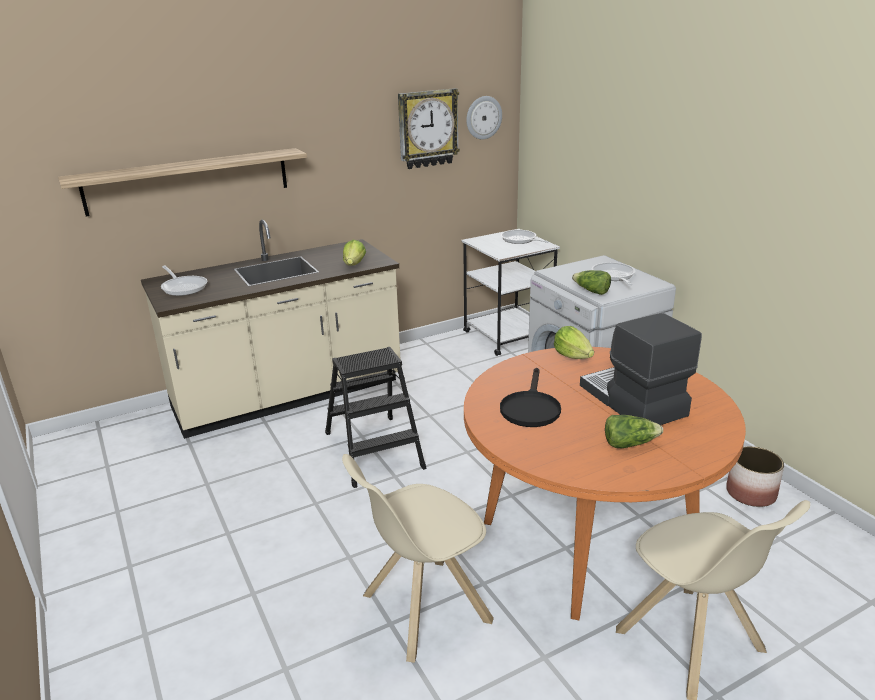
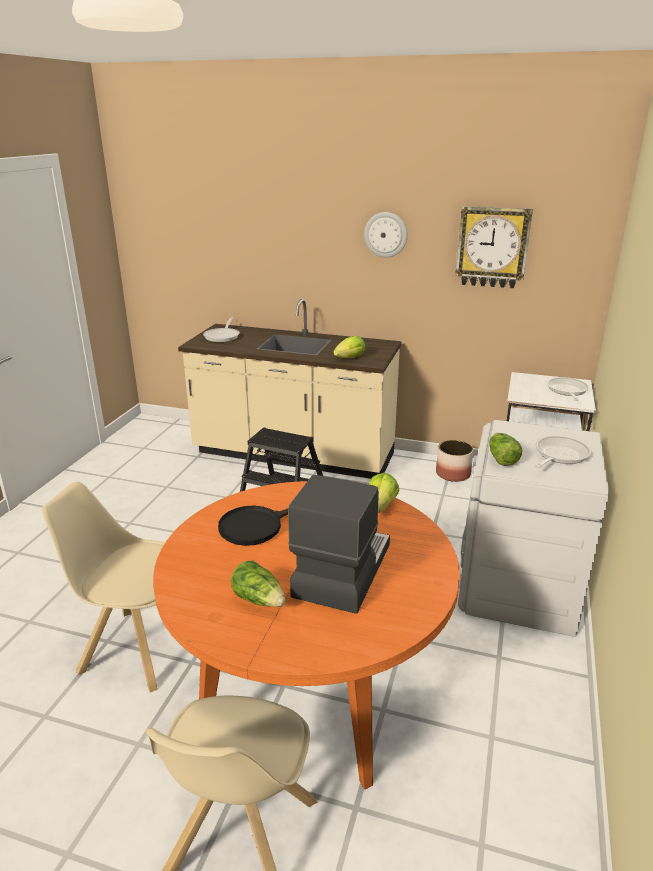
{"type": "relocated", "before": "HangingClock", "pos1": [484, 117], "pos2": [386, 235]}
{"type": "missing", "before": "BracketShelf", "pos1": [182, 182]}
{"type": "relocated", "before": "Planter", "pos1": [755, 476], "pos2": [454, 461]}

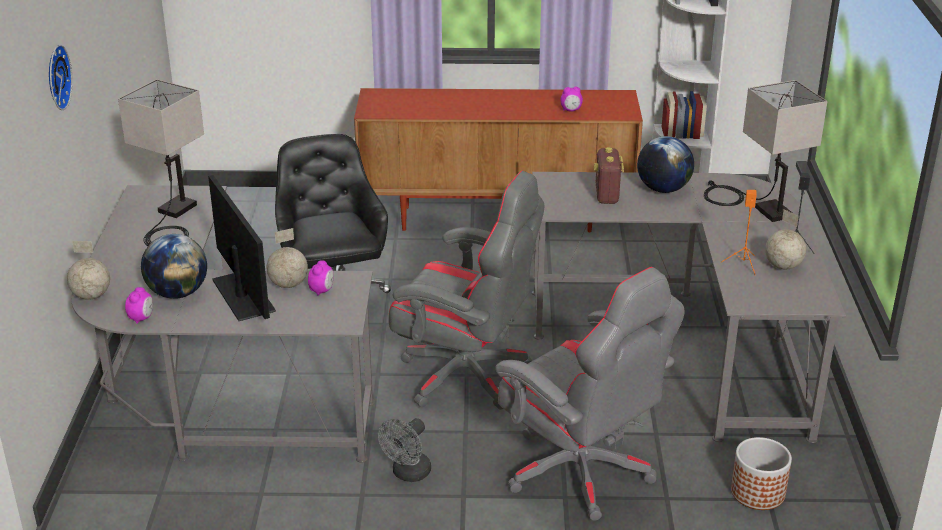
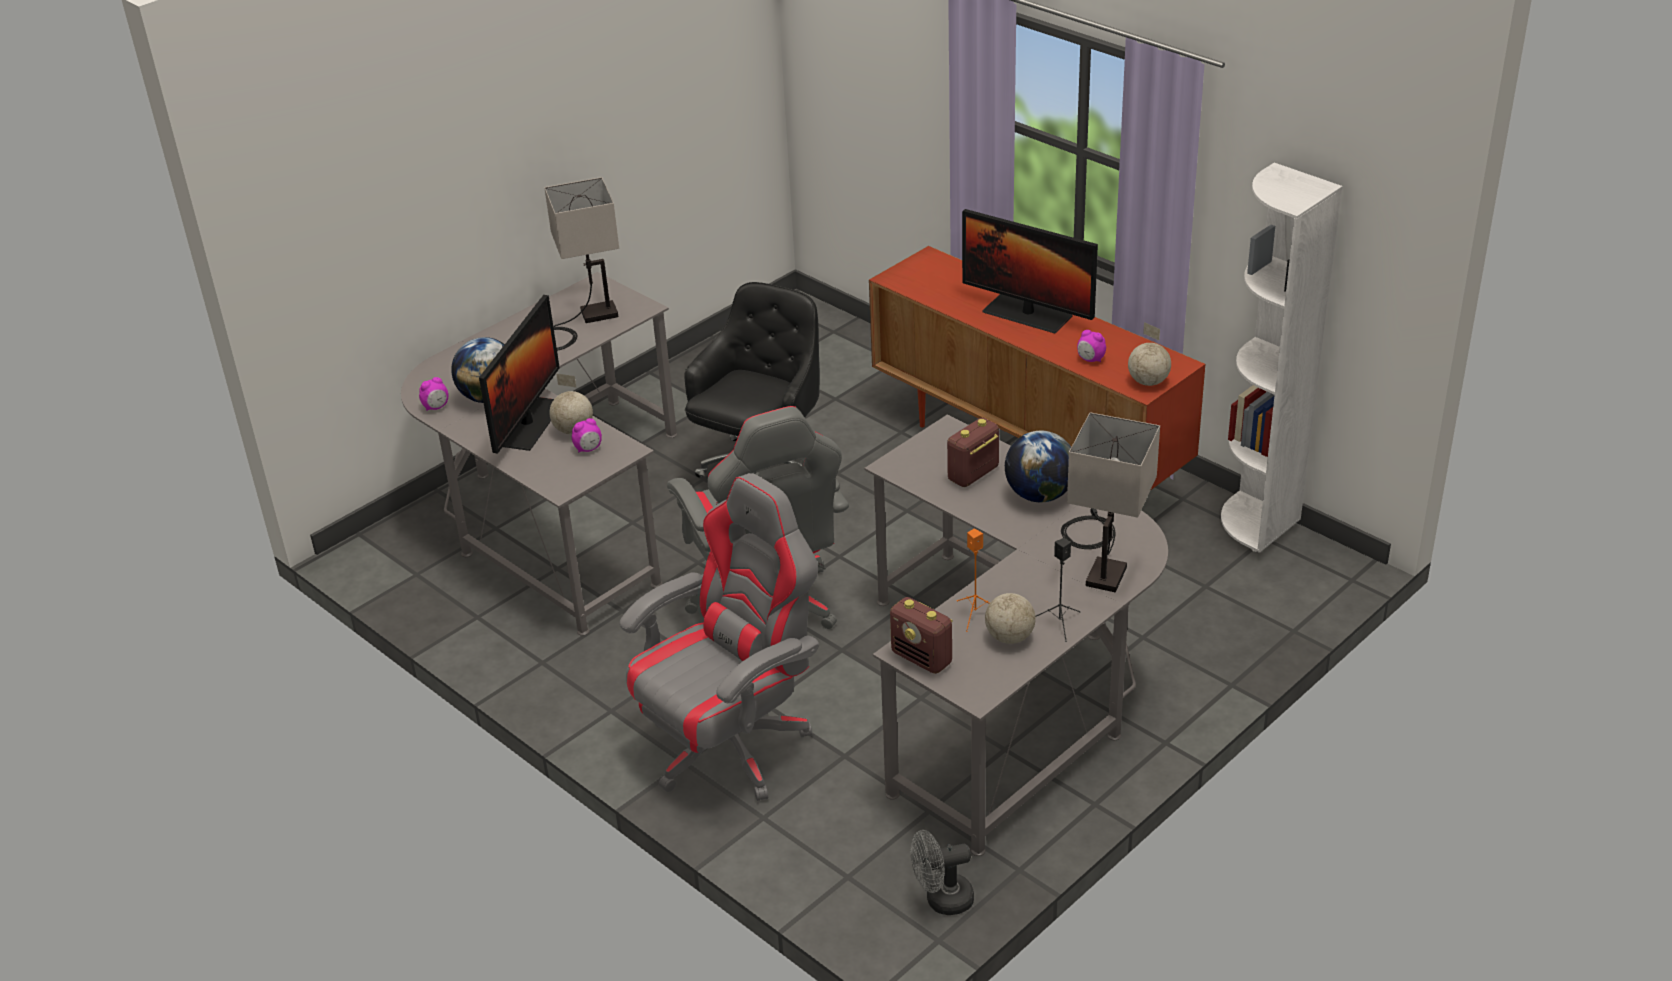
{"type": "missing", "before": "HangingClock", "pos1": [61, 77]}
{"type": "relocated", "before": "Globe", "pos1": [88, 270], "pos2": [1149, 354]}
{"type": "spun", "before": "GreyDeskChair", "pos1": [590, 394], "pos2": [719, 637], "turn": -135}
{"type": "relocated", "before": "GreyFan", "pos1": [404, 450], "pos2": [942, 872]}
{"type": "missing", "before": "Planter", "pos1": [761, 473]}
{"type": "appeared", "after": "Monitor", "pos2": [1030, 271]}
{"type": "appeared", "after": "RadioReceiver", "pos2": [921, 635]}

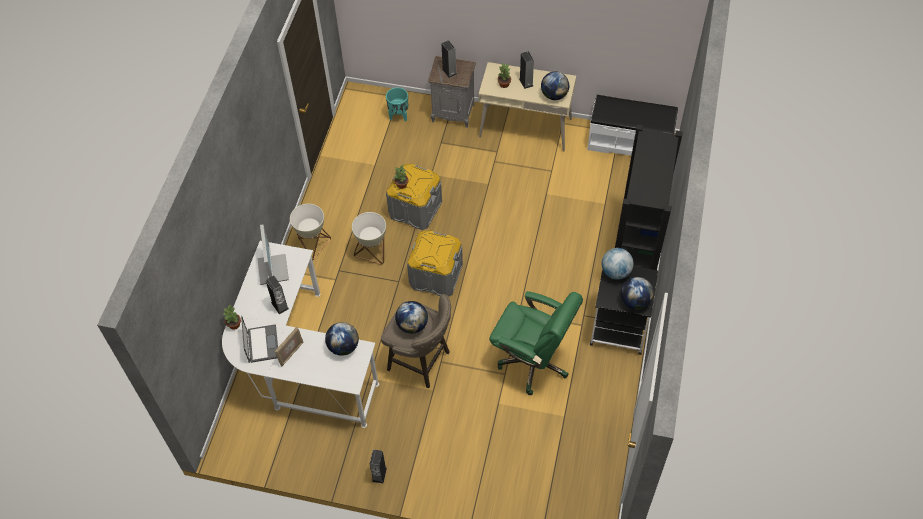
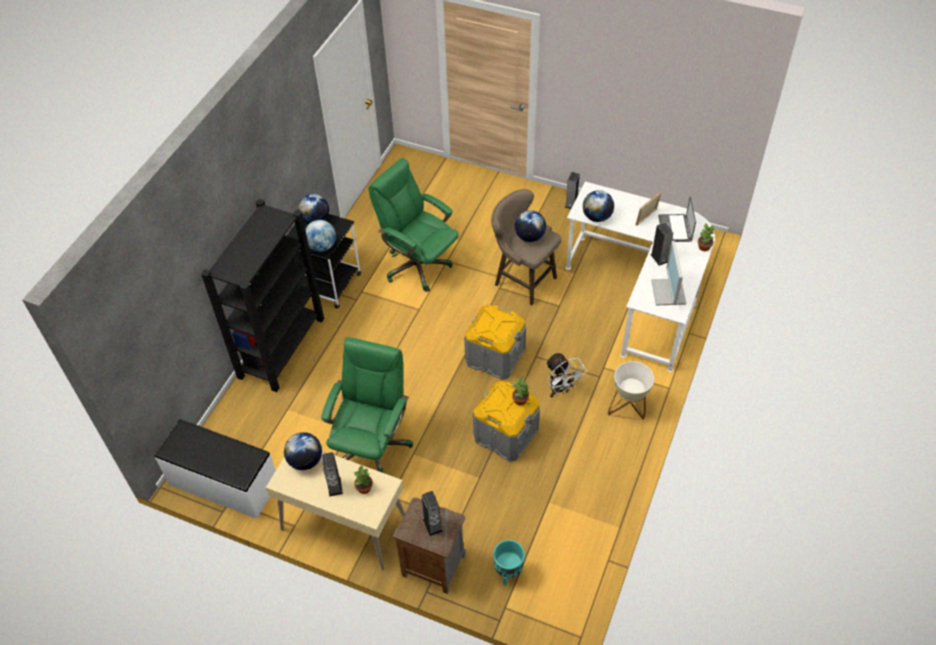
{"type": "exchanged", "before": "Planter", "after": "WhiteFan", "pos1": [369, 238], "pos2": [566, 375]}
{"type": "appeared", "after": "GreenDeskChair", "pos2": [367, 405]}

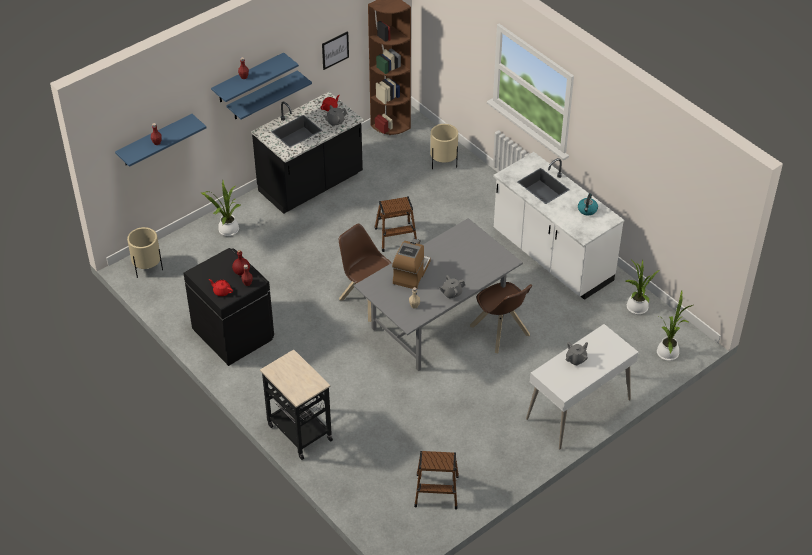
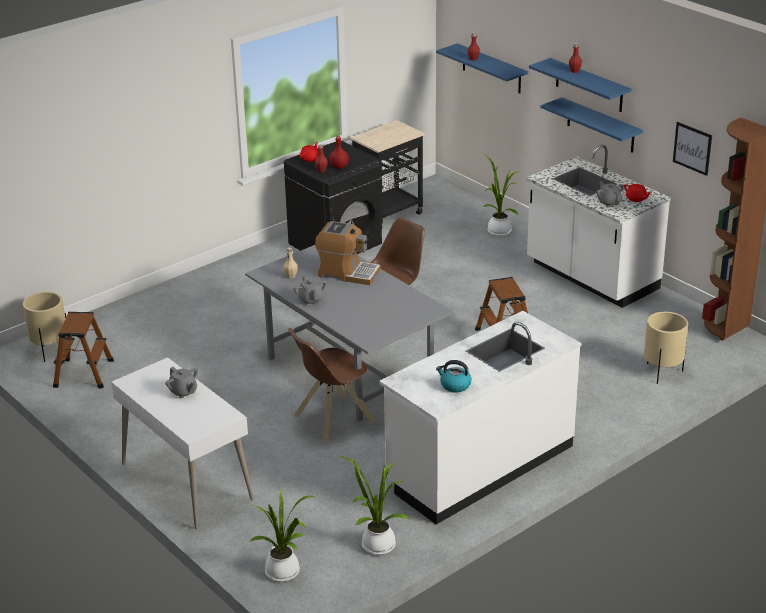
{"type": "colour", "before": "BlackKitchenCounter", "after": "WhiteKitchenCounter", "pos1": [307, 153], "pos2": [598, 226]}
{"type": "relocated", "before": "BeigeColouredPlanter", "pos1": [145, 252], "pos2": [44, 327]}
{"type": "relocated", "before": "WheeledCart", "pos1": [296, 404], "pos2": [387, 171]}

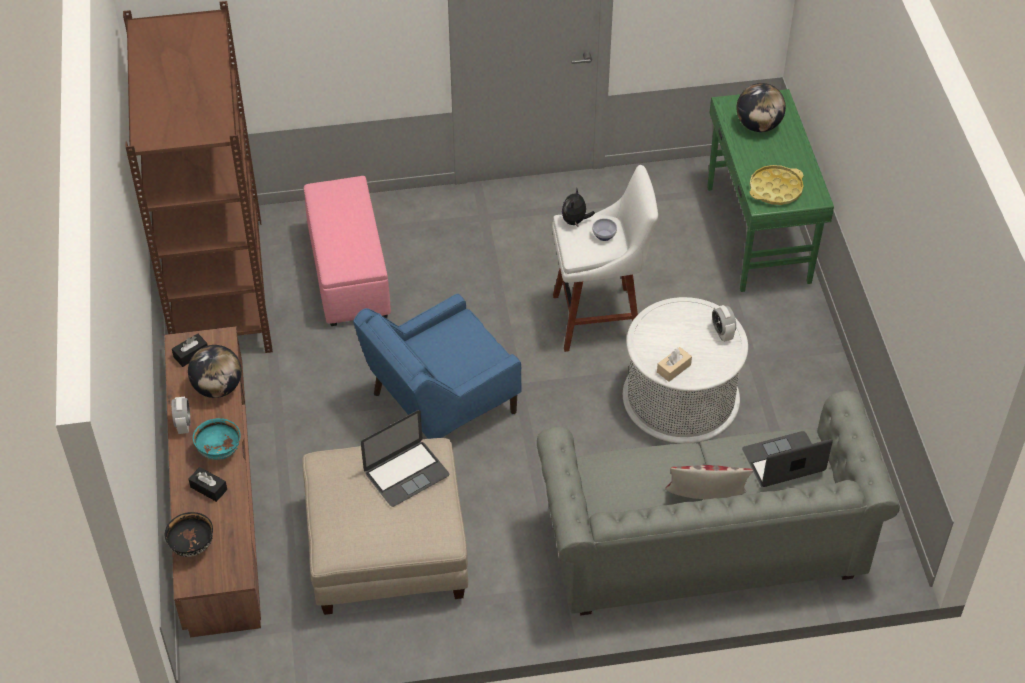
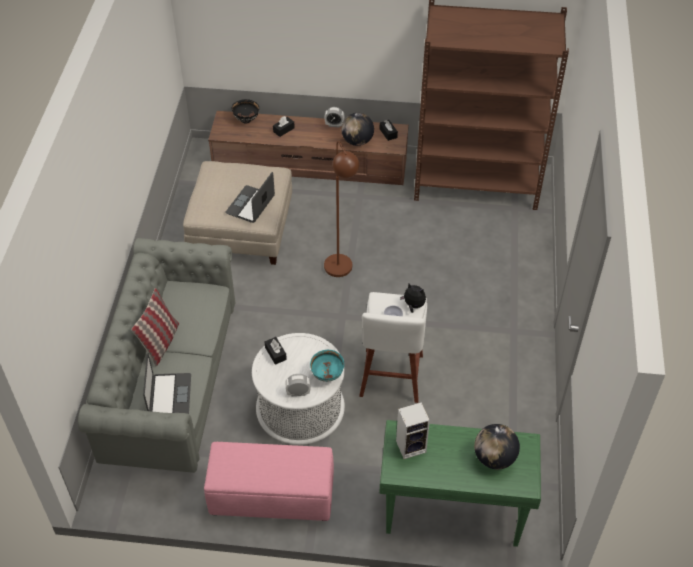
{"type": "exchanged", "before": "YellowServingTray", "after": "AudioSpeaker", "pos1": [777, 185], "pos2": [413, 430]}
{"type": "relocated", "before": "PinkOttoman", "pos1": [347, 251], "pos2": [269, 481]}
{"type": "exchanged", "before": "BlueColouredEasyChair", "after": "BrownFloorLamp", "pos1": [437, 366], "pos2": [341, 209]}
{"type": "colour", "before": "BeigeColouredTissueBox", "after": "BlackTissueBox", "pos1": [674, 364], "pos2": [276, 351]}
{"type": "spun", "before": "NotebookComputer", "pos1": [405, 458], "pos2": [250, 197], "turn": 45}
{"type": "relocated", "before": "TurquoiseServingBowl", "pos1": [216, 439], "pos2": [327, 366]}

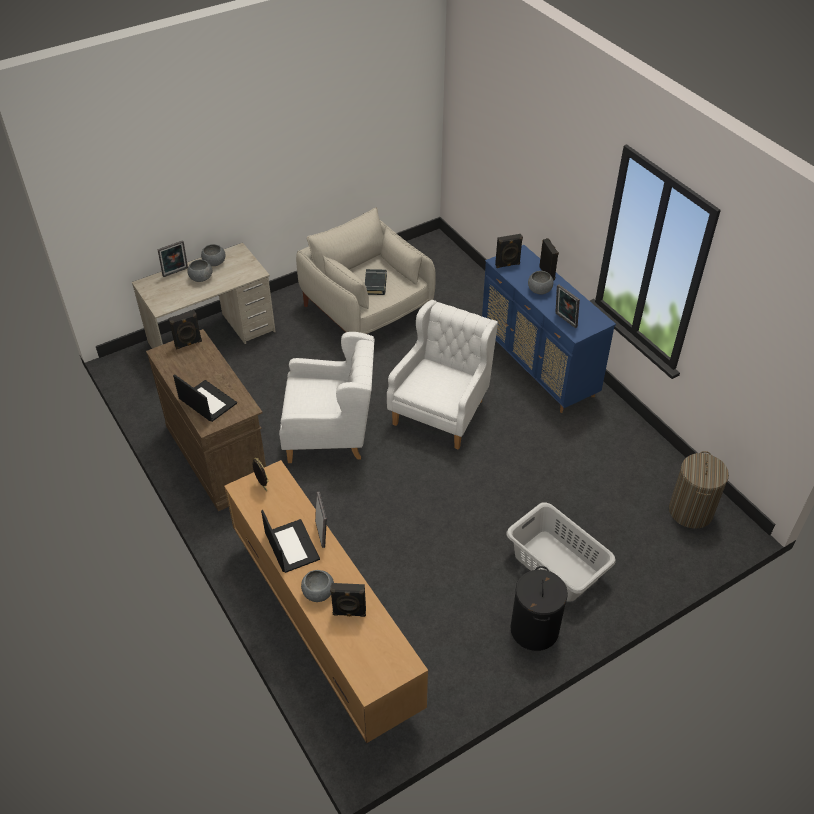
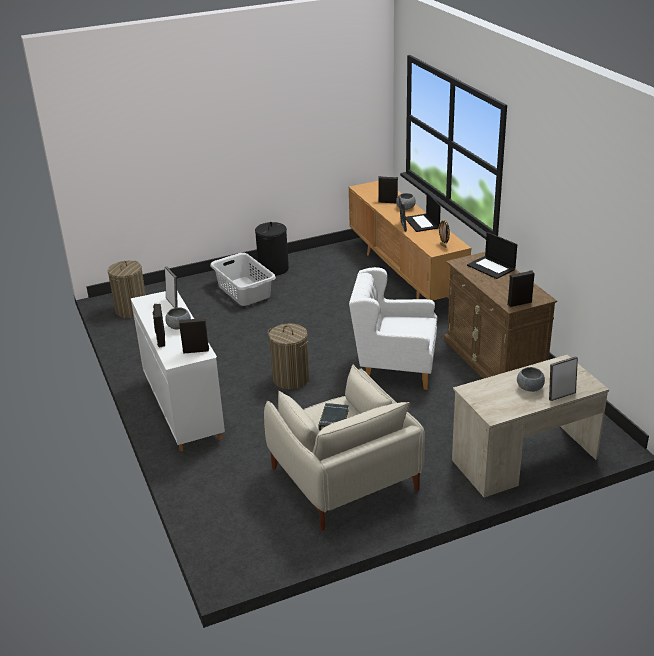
{"type": "missing", "before": "GreyServingBowl", "pos1": [213, 255]}
{"type": "colour", "before": "BlueColouredCupboard", "after": "WhiteCupboard", "pos1": [549, 329], "pos2": [178, 371]}
{"type": "exchanged", "before": "WhiteEasyChair", "after": "LaundryBasket", "pos1": [442, 375], "pos2": [288, 356]}

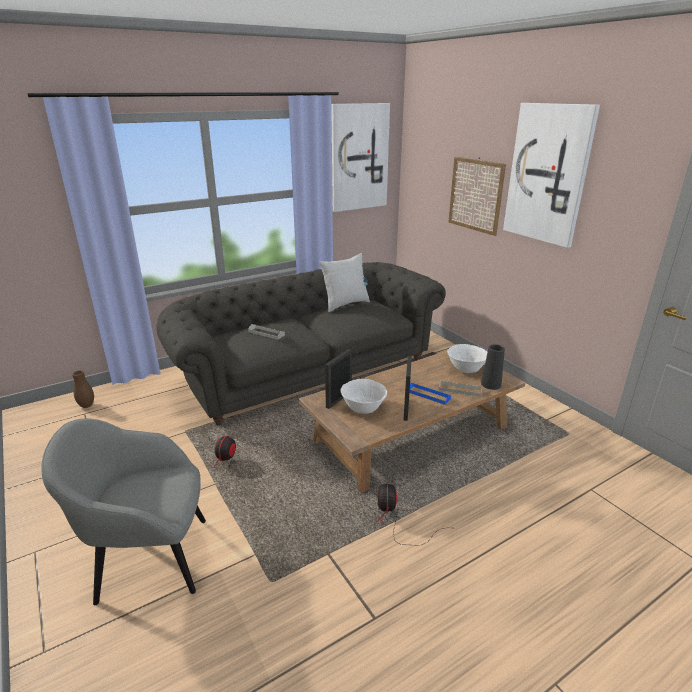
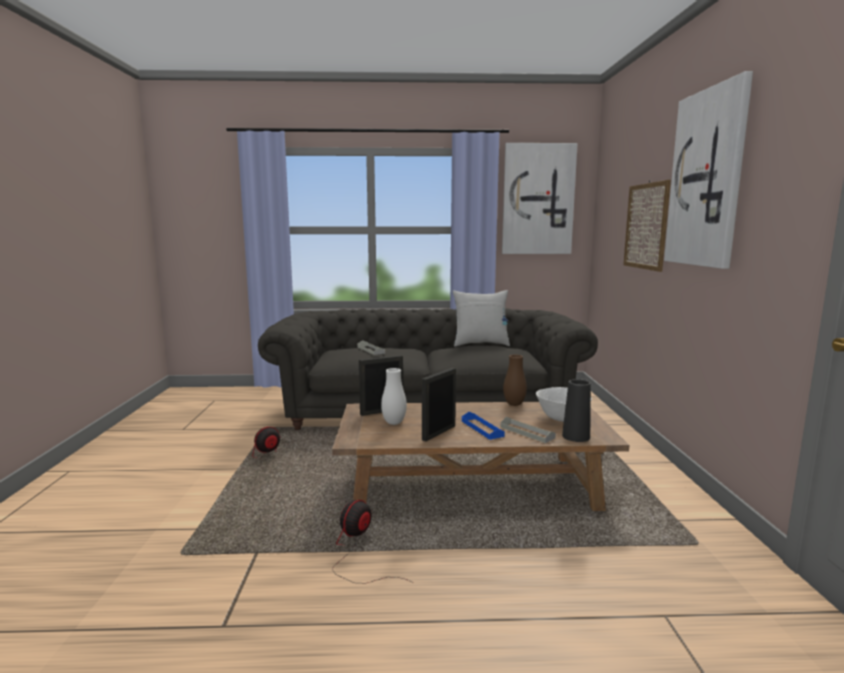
{"type": "relocated", "before": "BrownVase", "pos1": [83, 389], "pos2": [515, 380]}
{"type": "exchanged", "before": "WhiteServingBowl", "after": "WhiteVase", "pos1": [363, 396], "pos2": [394, 396]}
{"type": "missing", "before": "GreyEasyChair", "pos1": [123, 511]}

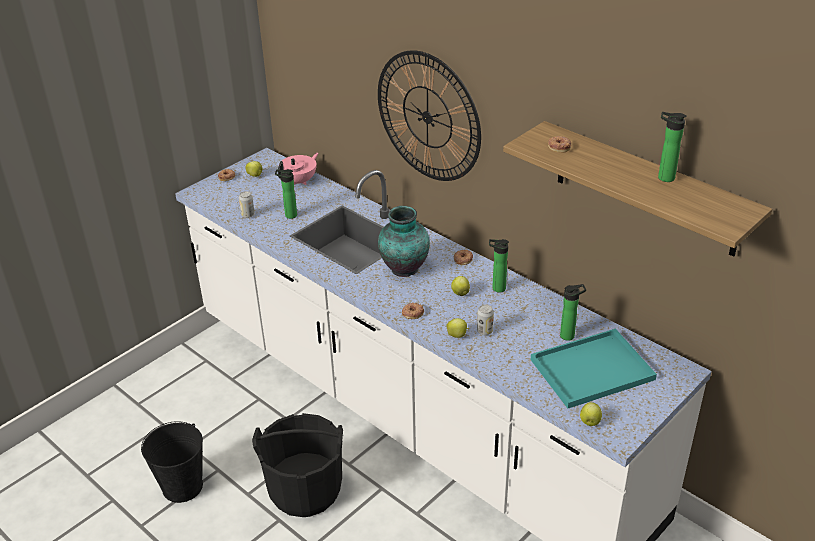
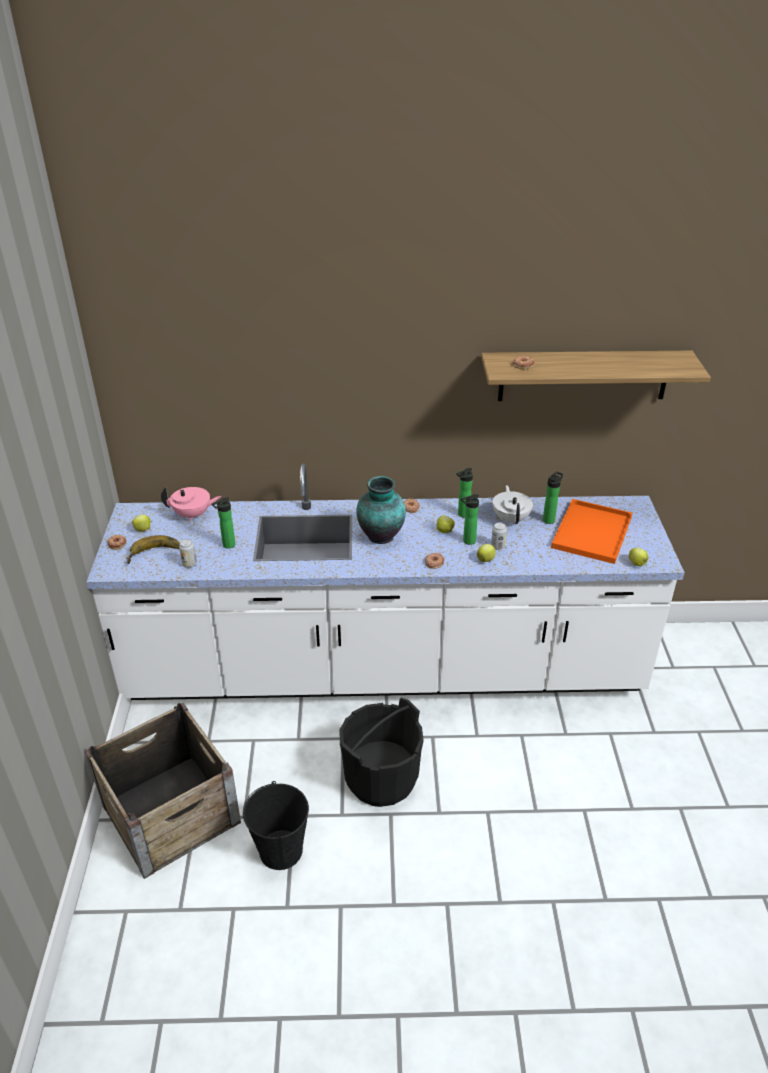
{"type": "missing", "before": "HangingClock", "pos1": [429, 115]}
{"type": "relocated", "before": "BeverageBottle", "pos1": [672, 147], "pos2": [470, 519]}
{"type": "spun", "before": "PinkTeaPot", "pos1": [298, 169], "pos2": [191, 504], "turn": 90}
{"type": "colour", "before": "TurquoiseServingTray", "after": "OrangeServingTray", "pos1": [594, 368], "pos2": [591, 531]}
{"type": "appeared", "after": "WhiteTeaPot", "pos2": [513, 505]}
{"type": "appeared", "after": "Banana", "pos2": [153, 549]}
{"type": "appeared", "after": "Crate", "pos2": [163, 791]}

